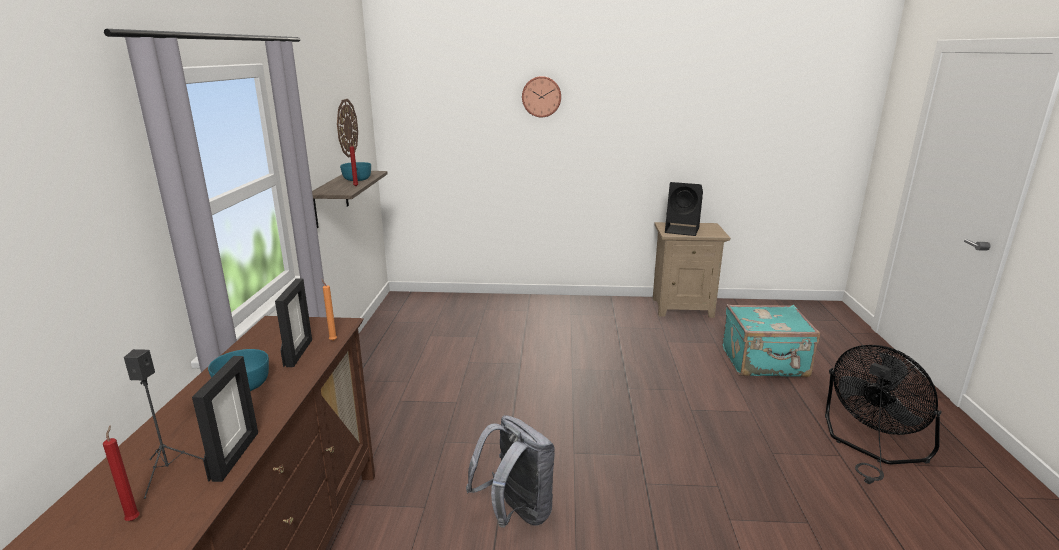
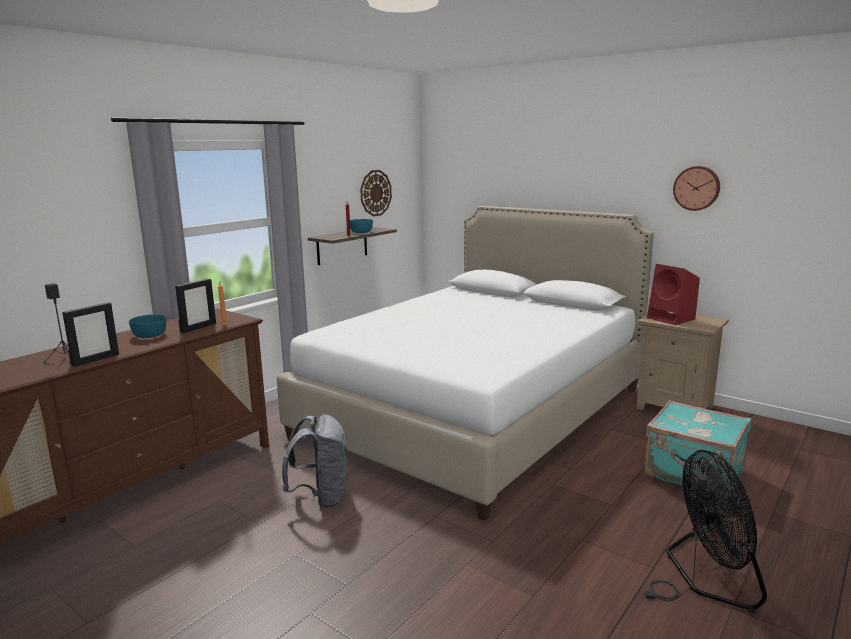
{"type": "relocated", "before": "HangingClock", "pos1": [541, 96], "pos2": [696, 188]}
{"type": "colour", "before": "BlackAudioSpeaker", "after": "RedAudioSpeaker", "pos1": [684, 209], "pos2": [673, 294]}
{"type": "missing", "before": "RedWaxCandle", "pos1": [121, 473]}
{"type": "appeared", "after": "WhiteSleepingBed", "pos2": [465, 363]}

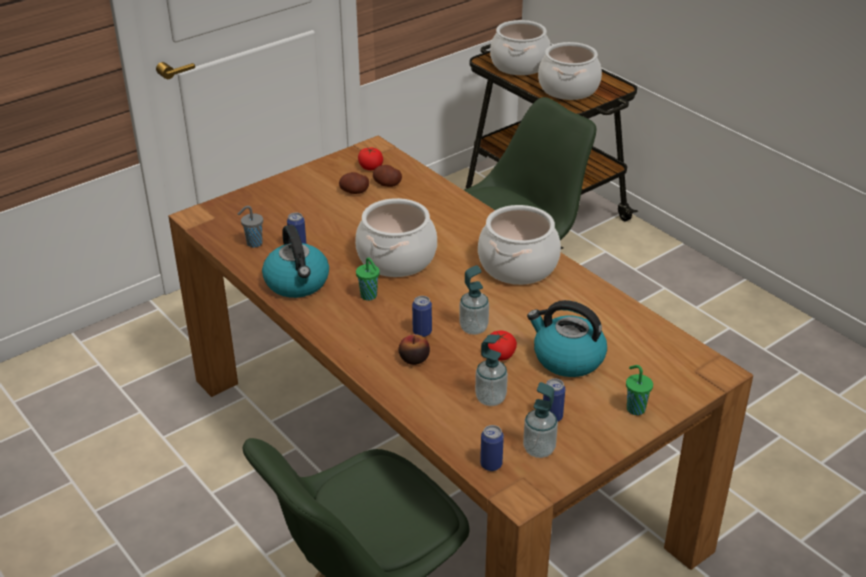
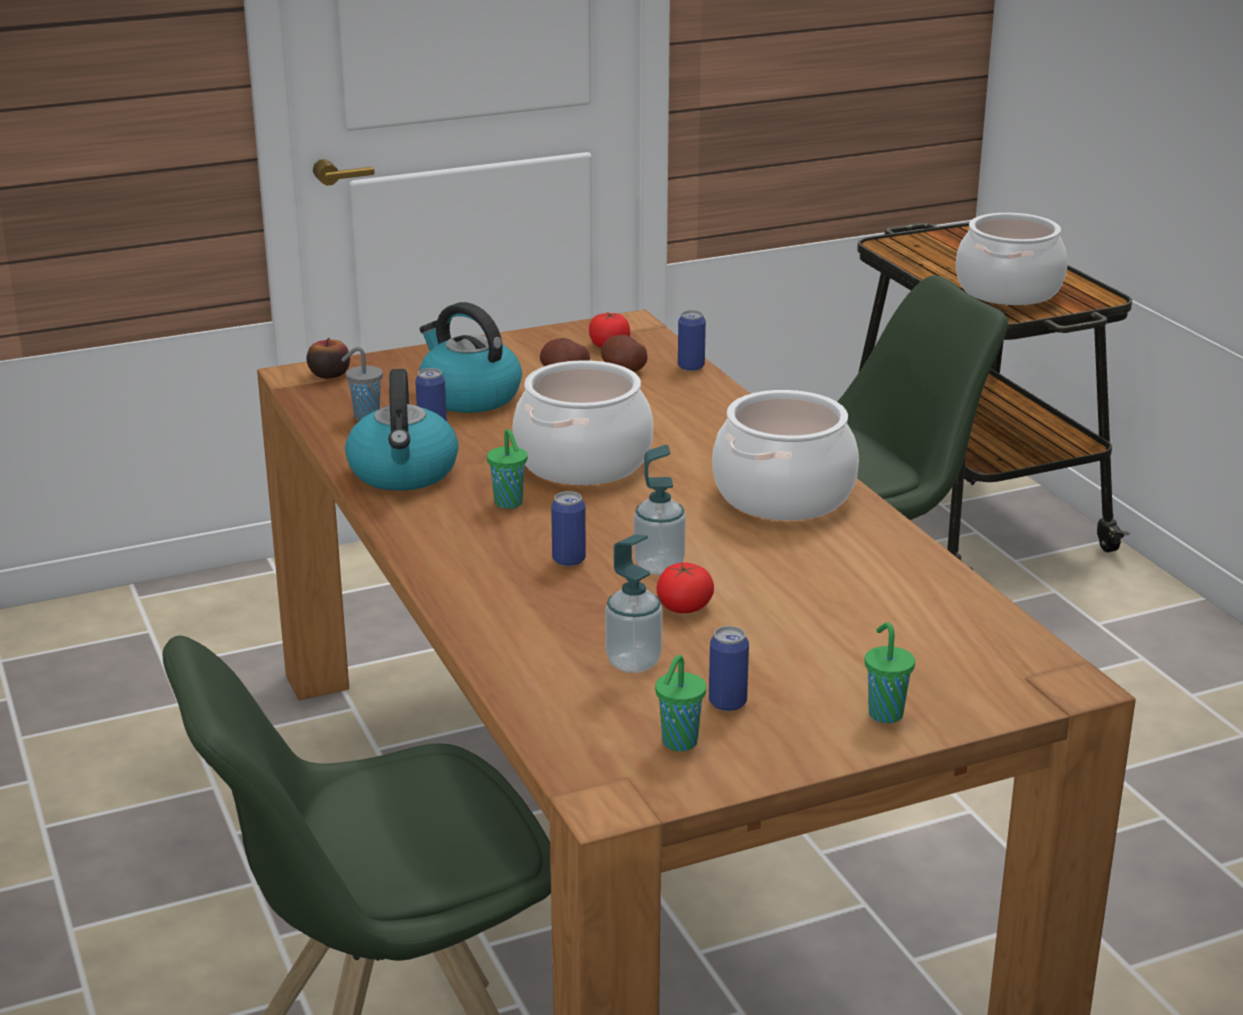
{"type": "missing", "before": "Saucepot", "pos1": [520, 47]}
{"type": "relocated", "before": "WaterKettle", "pos1": [567, 338], "pos2": [470, 357]}
{"type": "relocated", "before": "WholeApple", "pos1": [414, 349], "pos2": [328, 358]}
{"type": "exchanged", "before": "SoapDispenser", "after": "GreenCup", "pos1": [540, 420], "pos2": [680, 703]}
{"type": "relocated", "before": "Can", "pos1": [492, 448], "pos2": [692, 340]}

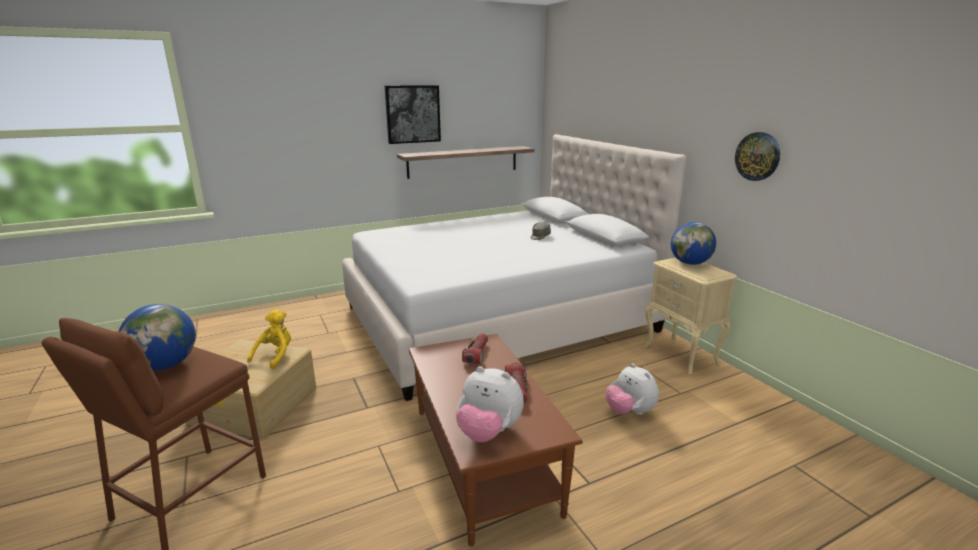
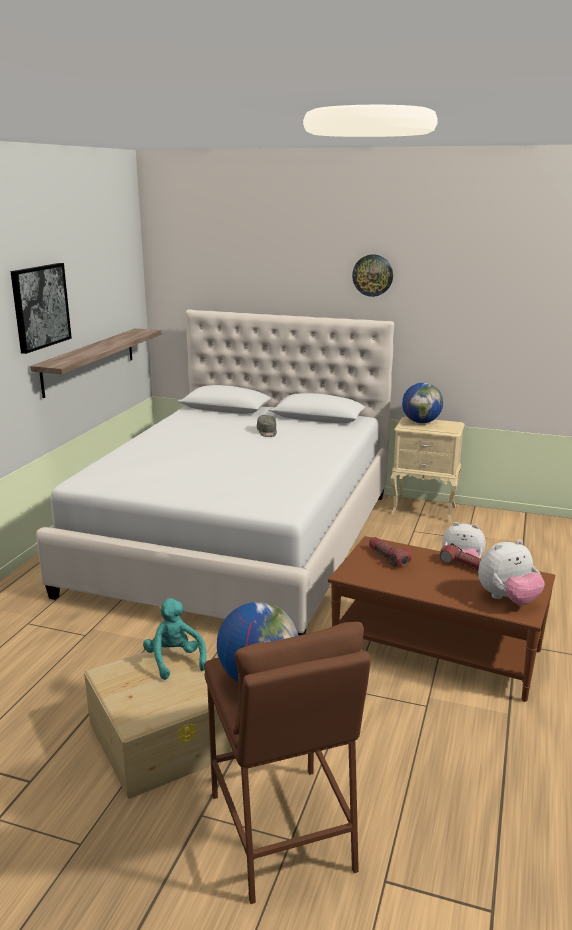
{"type": "relocated", "before": "HangingClock", "pos1": [757, 156], "pos2": [372, 275]}
{"type": "colour", "before": "YellowSoftToy", "after": "TurquoiseSoftToy", "pos1": [269, 339], "pos2": [174, 639]}

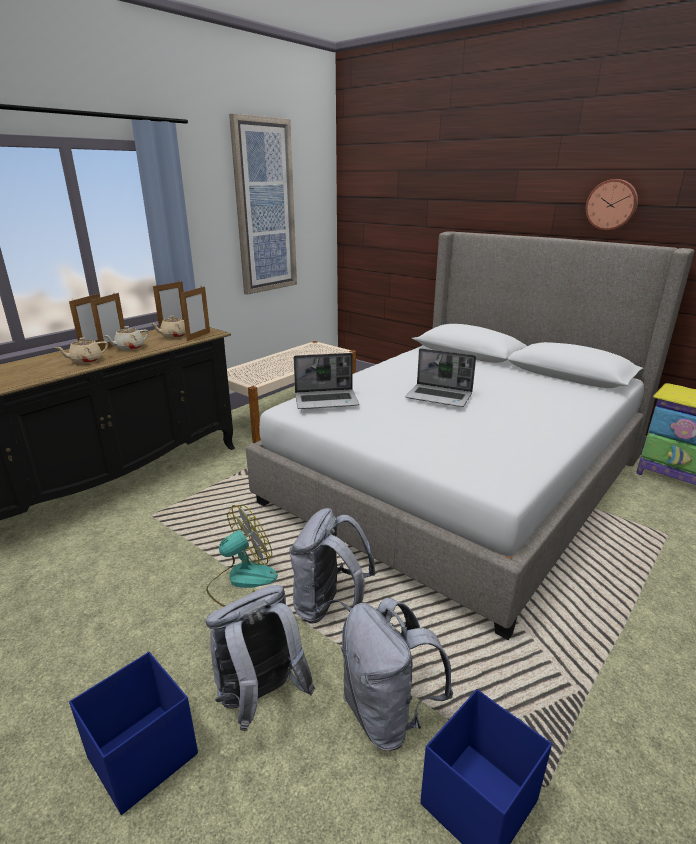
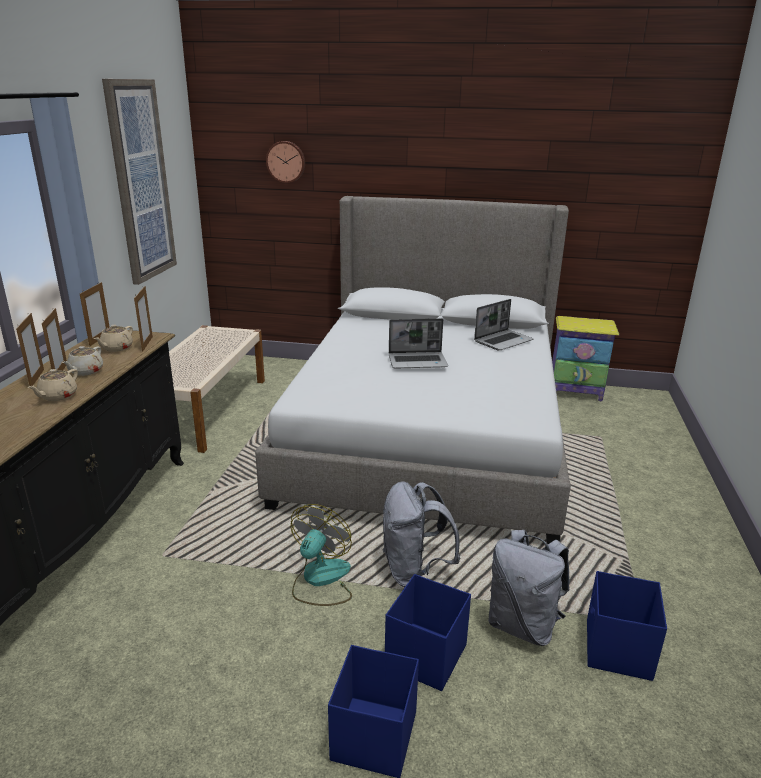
{"type": "relocated", "before": "HangingClock", "pos1": [611, 205], "pos2": [285, 162]}
{"type": "relocated", "before": "NotebookComputer", "pos1": [326, 381], "pos2": [503, 324]}
{"type": "exchanged", "before": "GreyBackpack", "after": "BlueColouredStorageBin", "pos1": [260, 658], "pos2": [428, 632]}

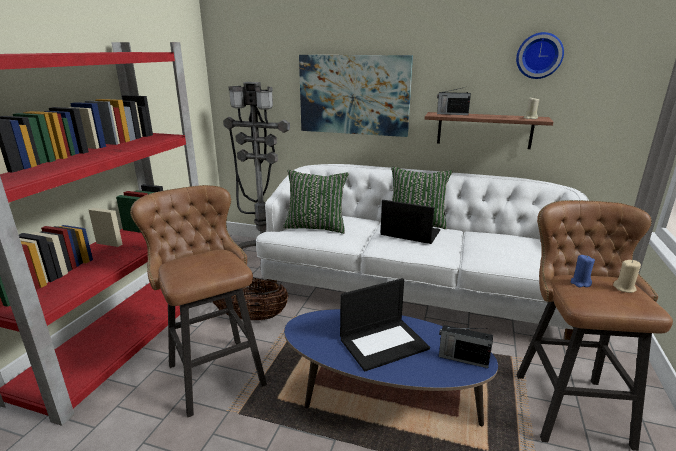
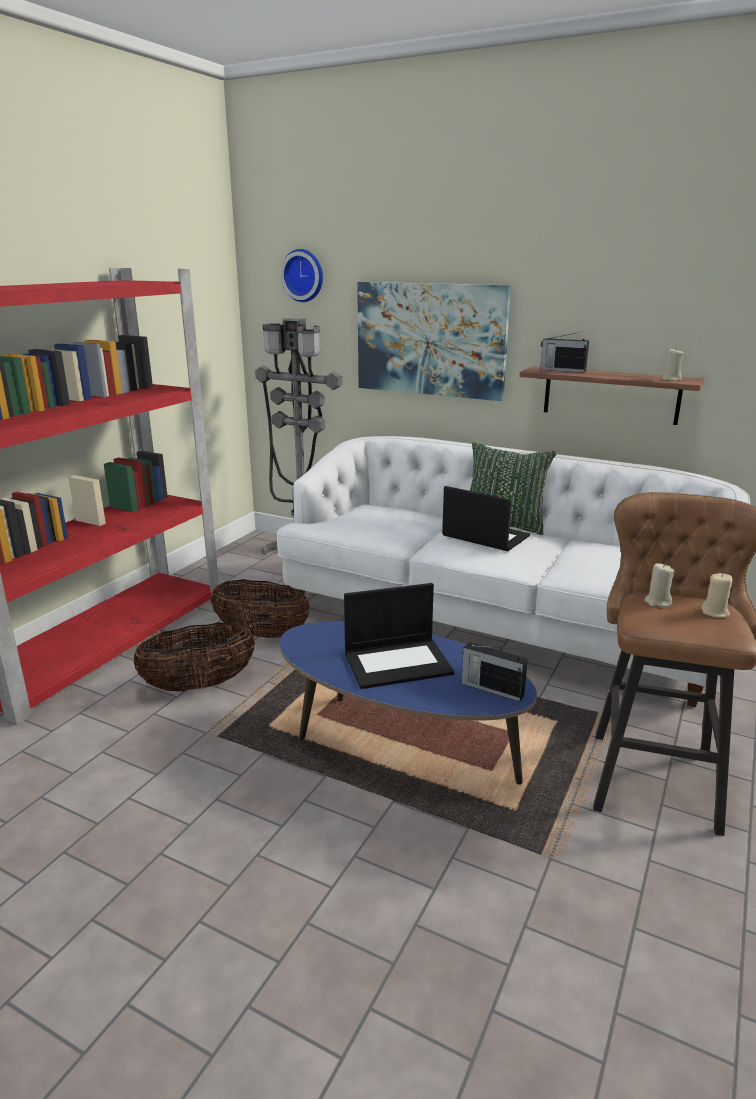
{"type": "relocated", "before": "HangingClock", "pos1": [540, 55], "pos2": [301, 275]}
{"type": "missing", "before": "GreenCushion", "pos1": [316, 202]}
{"type": "exchanged", "before": "BrownStool", "after": "StorageBasket", "pos1": [198, 301], "pos2": [194, 657]}
{"type": "colour", "before": "BlueColouredWaxCandle", "after": "BeigeColouredWaxCandle", "pos1": [583, 271], "pos2": [659, 585]}

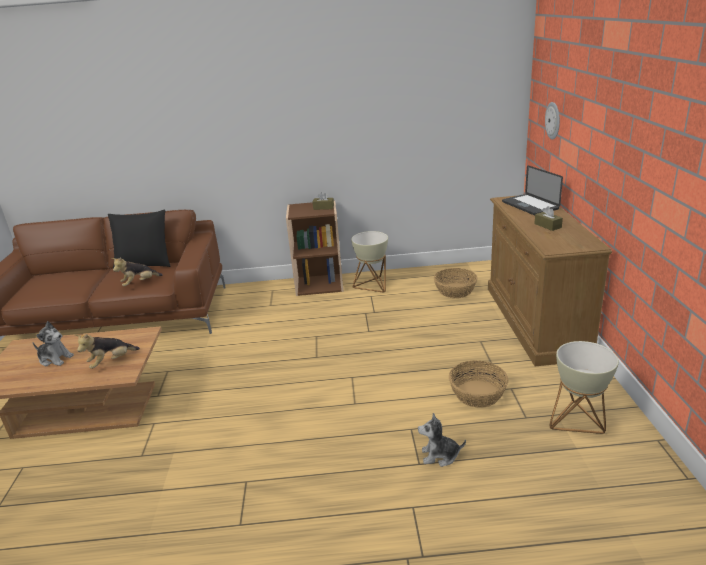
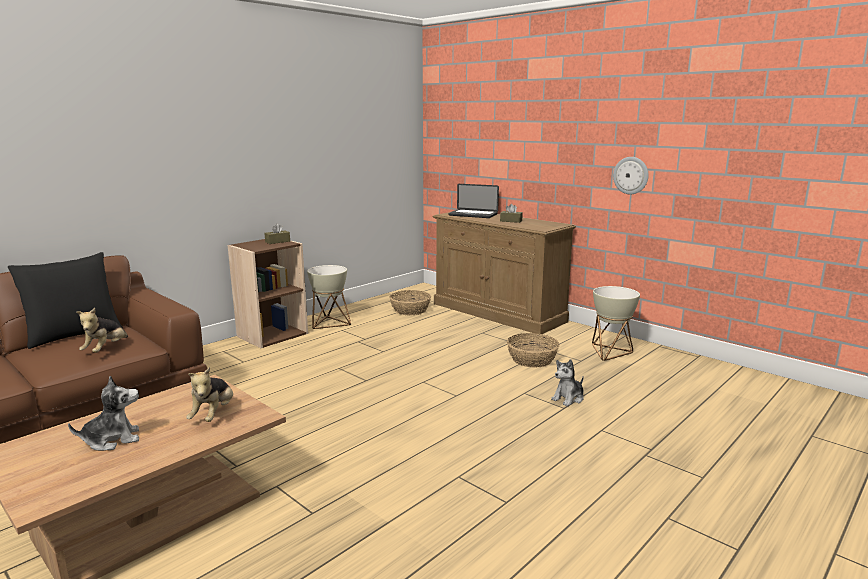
{"type": "relocated", "before": "HangingClock", "pos1": [552, 121], "pos2": [631, 175]}

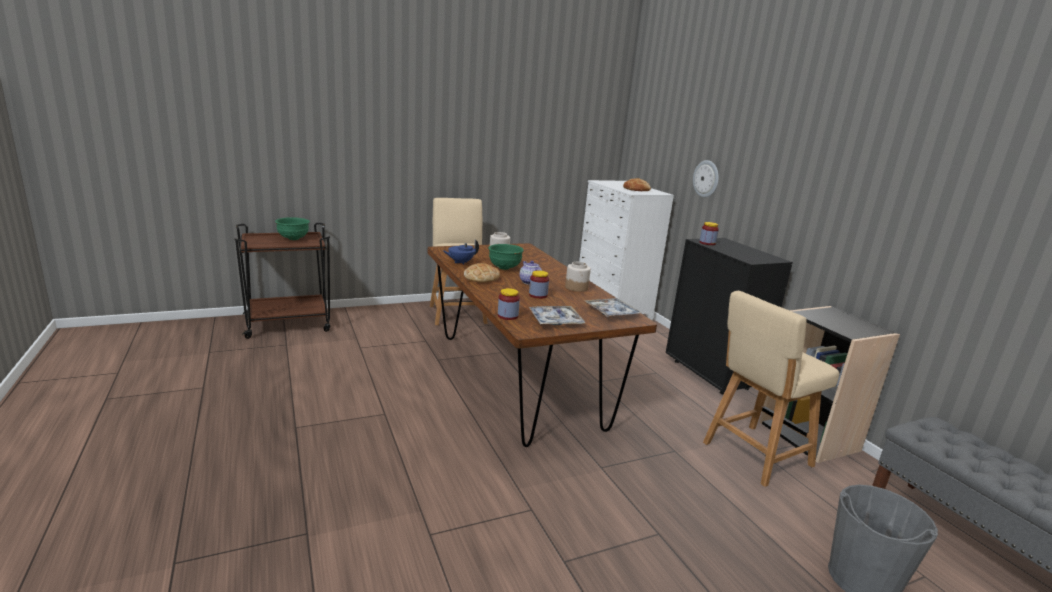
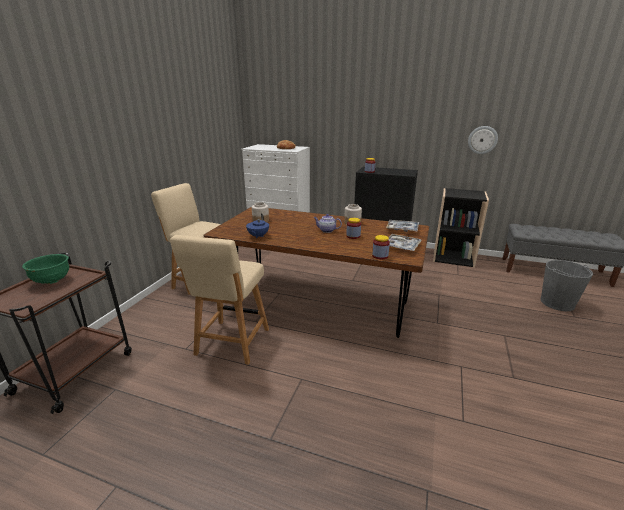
{"type": "relocated", "before": "HangingClock", "pos1": [706, 179], "pos2": [483, 140]}
{"type": "missing", "before": "GreenServingBowl", "pos1": [506, 257]}
{"type": "missing", "before": "BakeryBread", "pos1": [482, 273]}
{"type": "relocated", "before": "BeigeColouredPlainChair", "pos1": [771, 389], "pos2": [219, 300]}

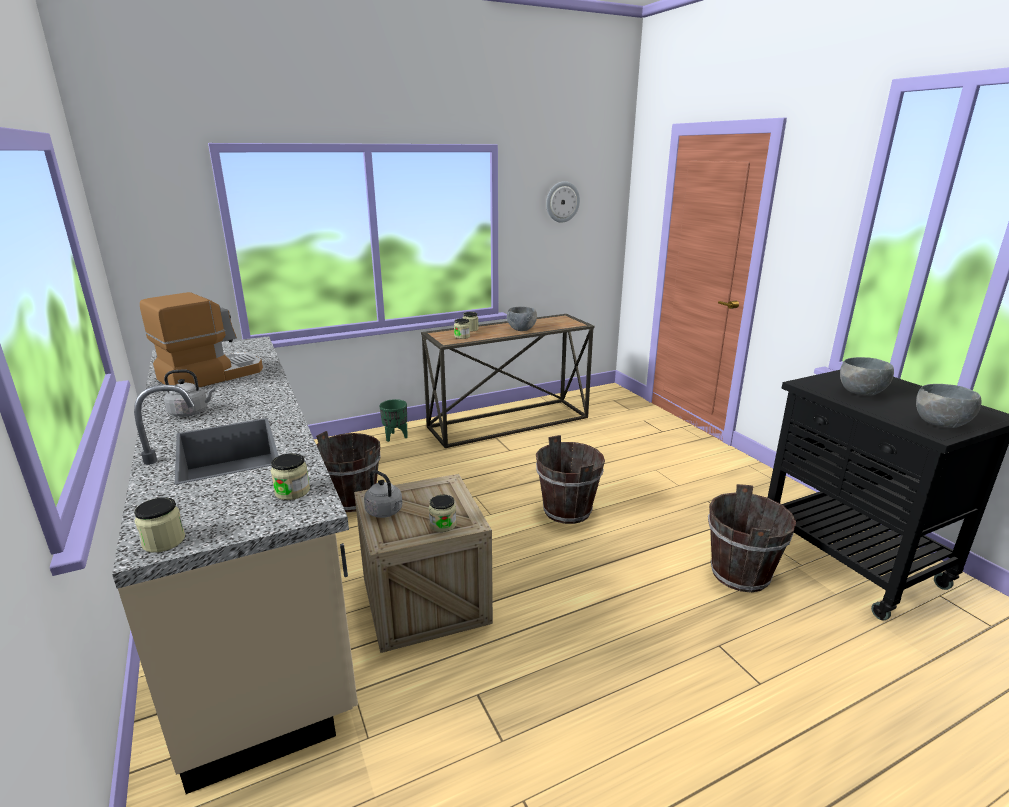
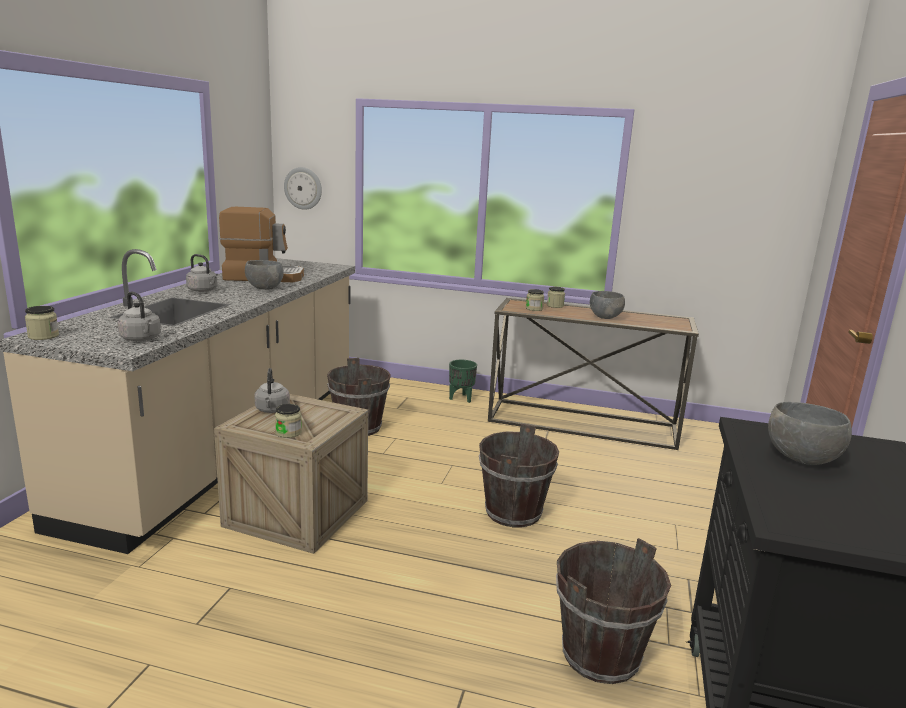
{"type": "relocated", "before": "HangingClock", "pos1": [563, 202], "pos2": [303, 188]}
{"type": "relocated", "before": "GreyServingBowl", "pos1": [948, 406], "pos2": [264, 275]}
{"type": "exchanged", "before": "StorageJar", "after": "GreyWaterKettle", "pos1": [290, 476], "pos2": [139, 316]}

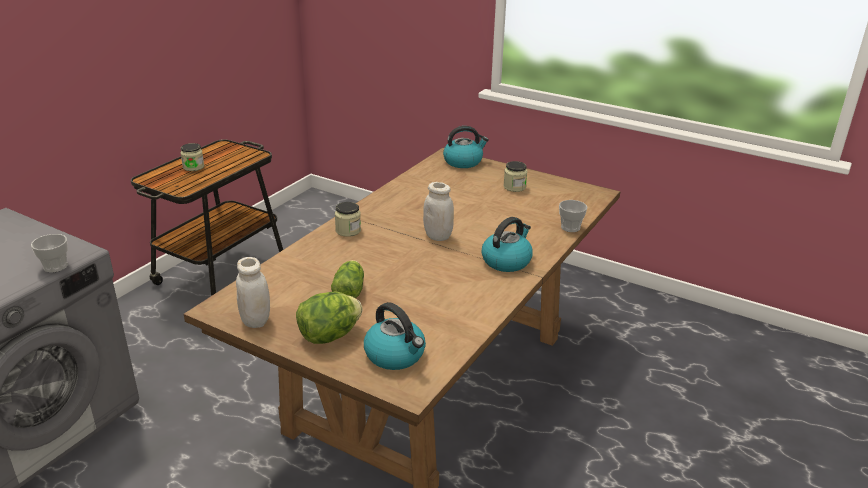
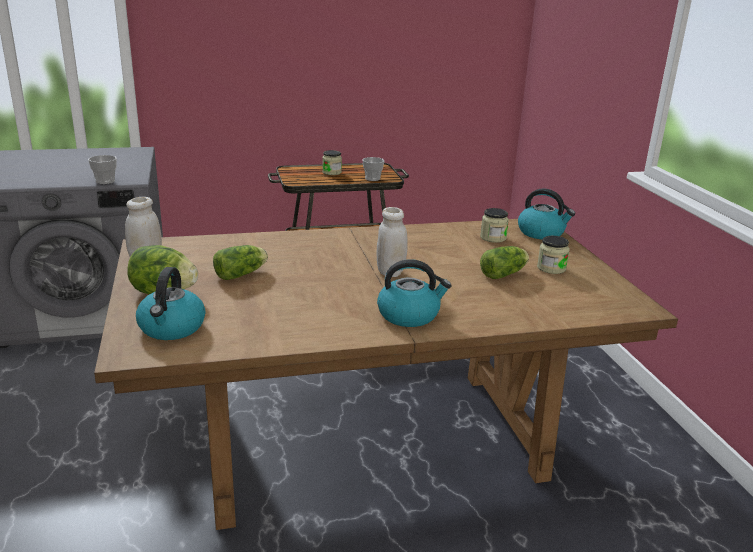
{"type": "relocated", "before": "Cup", "pos1": [573, 216], "pos2": [373, 169]}
{"type": "relocated", "before": "StorageJar", "pos1": [348, 219], "pos2": [494, 225]}
{"type": "appeared", "after": "LettuceHead", "pos2": [504, 262]}

